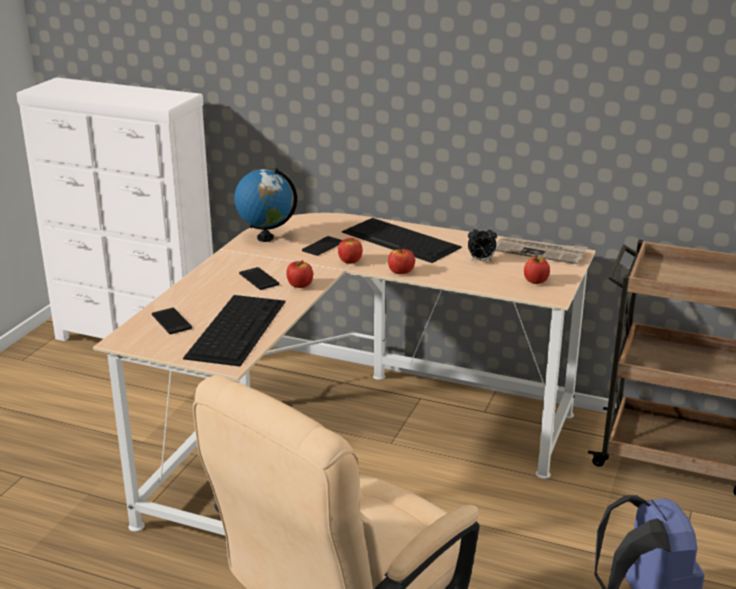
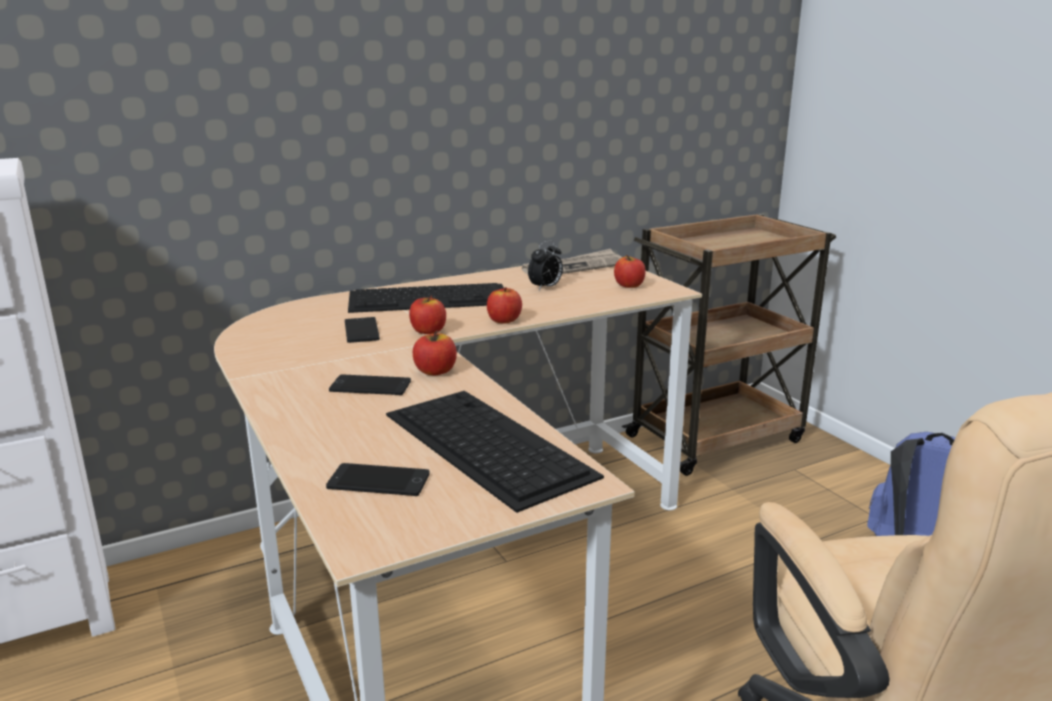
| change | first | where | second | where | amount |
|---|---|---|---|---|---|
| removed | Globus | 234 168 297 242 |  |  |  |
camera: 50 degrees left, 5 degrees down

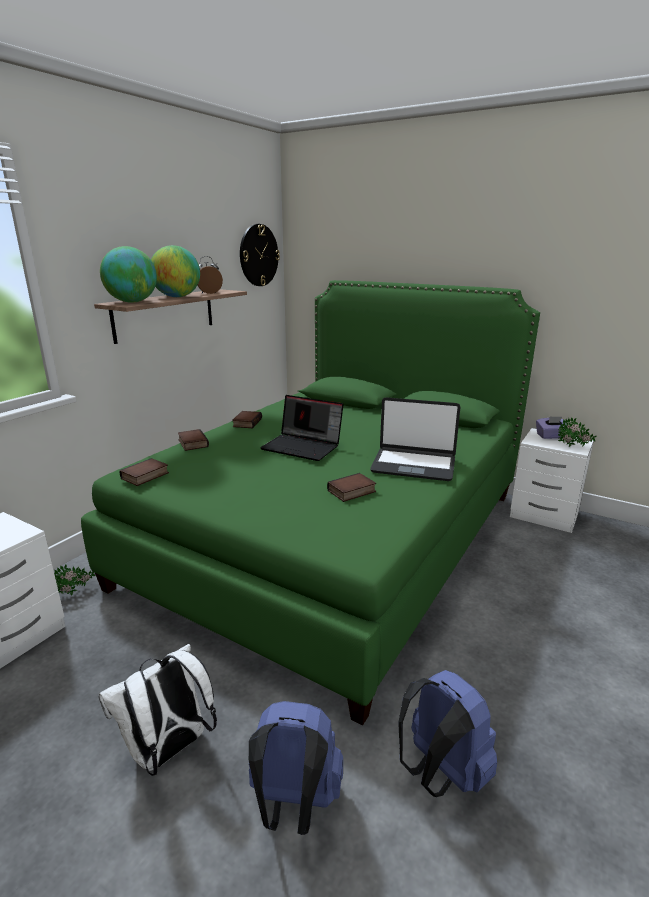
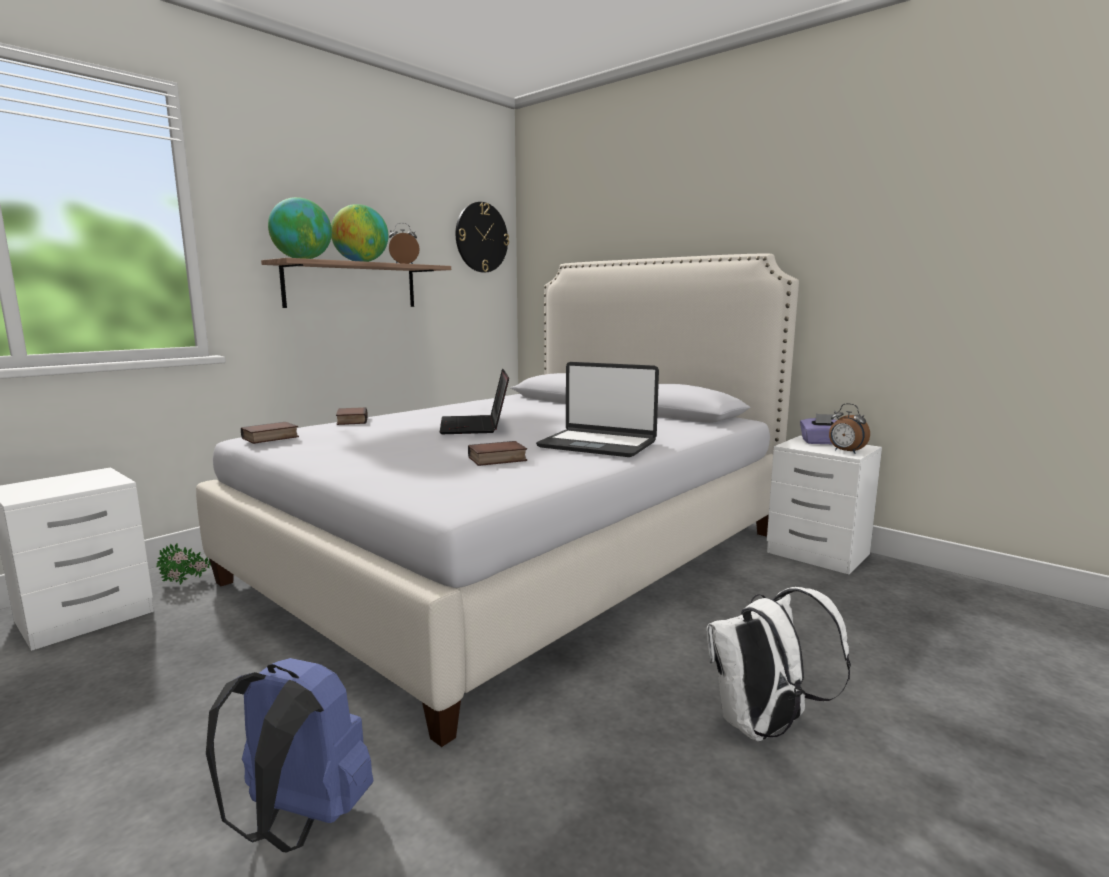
| change | first | where | second | where | amount |
|---|---|---|---|---|---|
| recoloured | Bett/grün | 81 280 540 726 | Bett/weiß | 196 253 799 747 |  |
| turned | Laptop | 260 395 343 461 |  | 440 368 509 434 | 45 degrees clockwise |
| moved | Rucksack/weiß | 98 644 217 776 |  | 707 587 851 741 |  |
| replaced | Topfpflanze | 558 417 596 447 | Wecker | 829 403 870 454 |  |
| removed | Buch | 232 411 262 428 |  |  |  |
| removed | Rucksack/blau | 398 670 497 797 |  |  |  |
camera: 10 degrees right, 10 degrees down

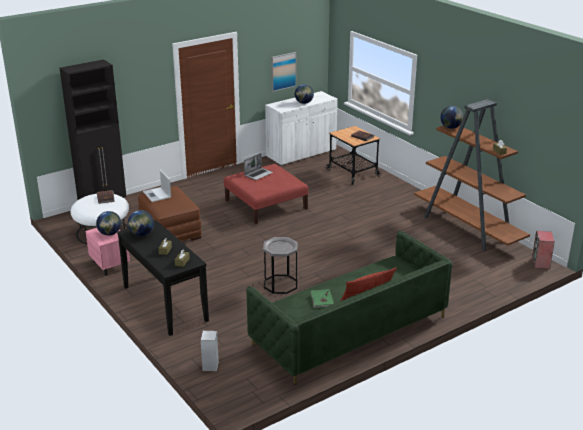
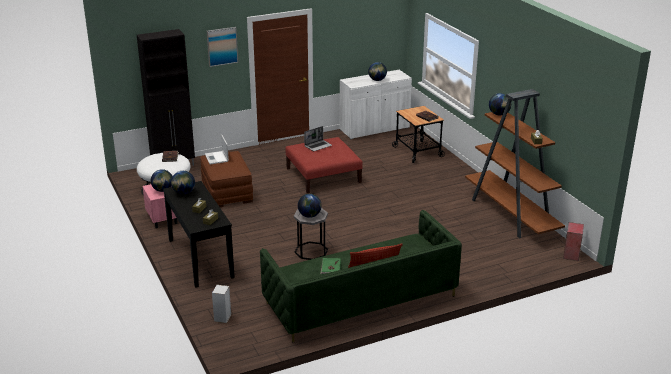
| change | first | where | second | where | amount |
|---|---|---|---|---|---|
| moved | Bild | 271 52 296 92 |  | 207 27 238 67 |  |
| added |  |  | Globus | 298 194 322 218 |  |
camera: 10 degrees right, 0 degrees up

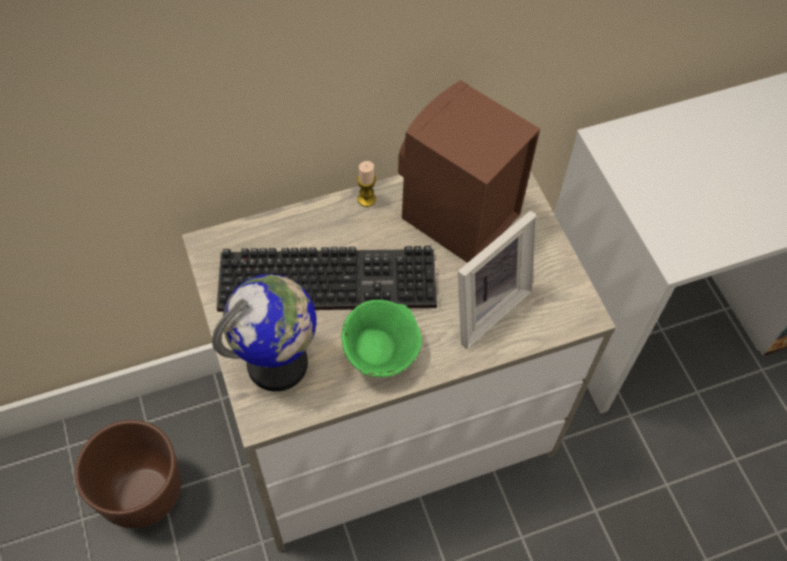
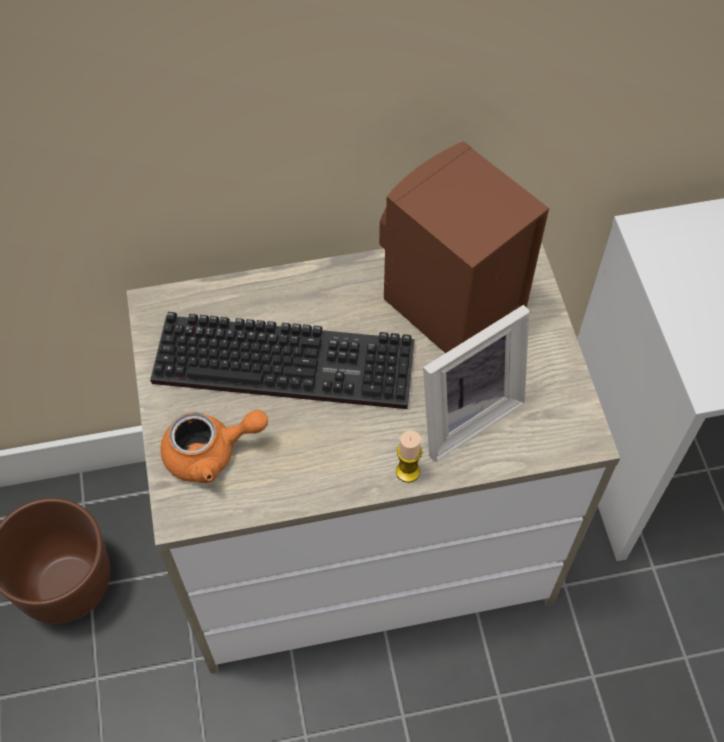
| change | first | where | second | where | amount |
|---|---|---|---|---|---|
| replaced | Globus | 212 274 317 392 | Teekanne/orange | 160 410 268 483 |  |
| moved | Kerze | 357 161 376 207 |  | 396 431 422 483 |  |
| removed | Schüssel/grün | 341 300 422 377 |  |  |  |
camera: 10 degrees right, 0 degrees up

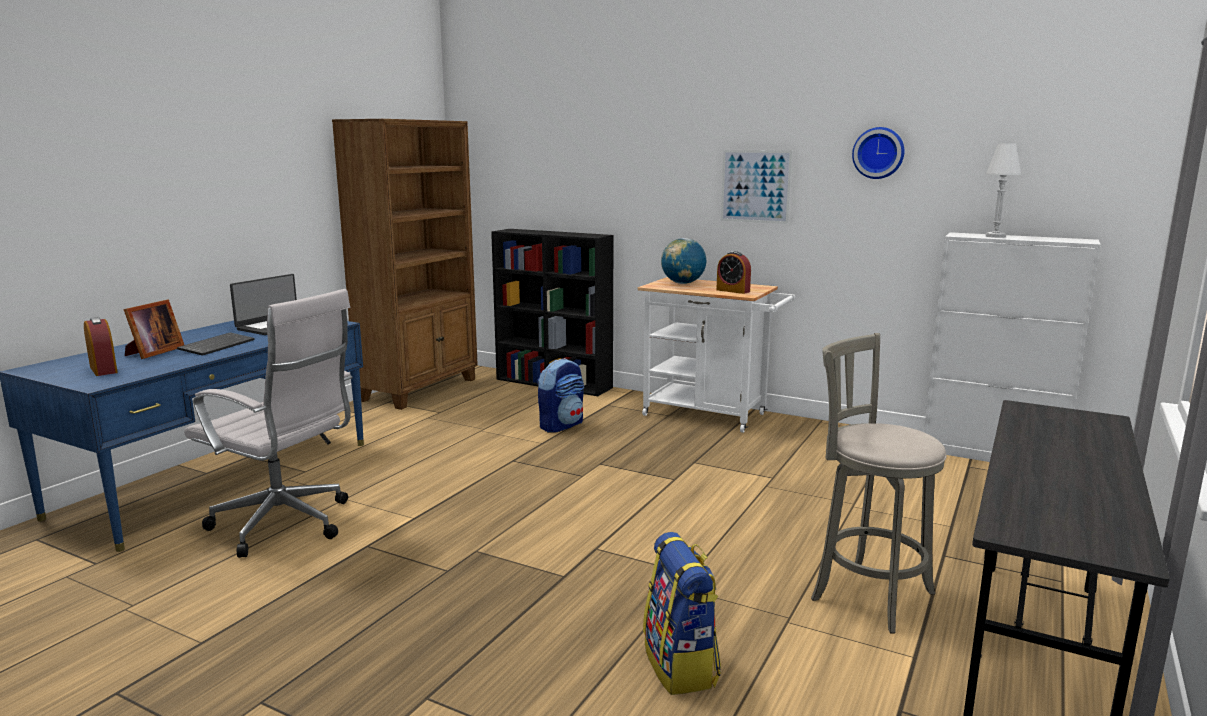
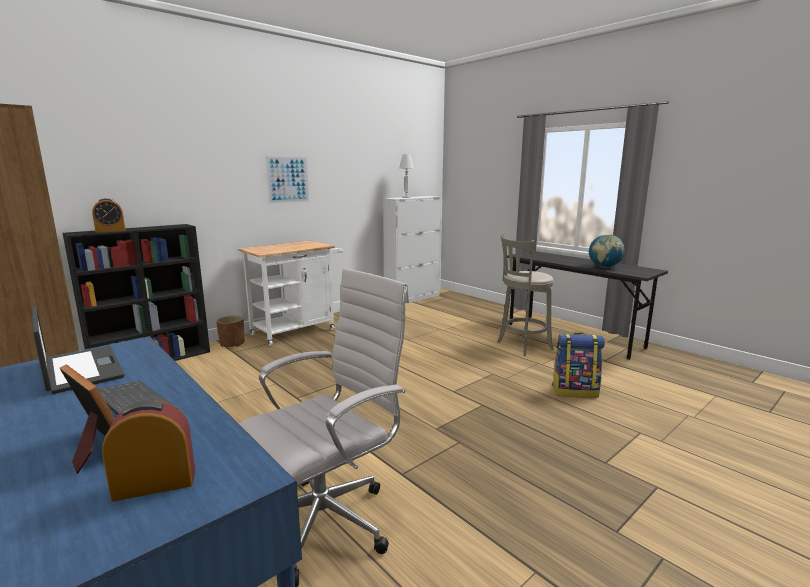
| change | first | where | second | where | amount |
|---|---|---|---|---|---|
| moved | Wecker | 716 251 751 294 |  | 92 198 126 232 |  |
| added |  |  | Pflanzkübel/braun | 216 315 245 347 |  |
| moved | Globus | 661 238 707 284 |  | 589 234 625 268 |  |
| removed | Rucksack | 537 358 584 433 |  |  |  |
| removed | Wanduhr | 852 127 904 179 |  |  |  |
camera: 70 degrees left, 0 degrees up

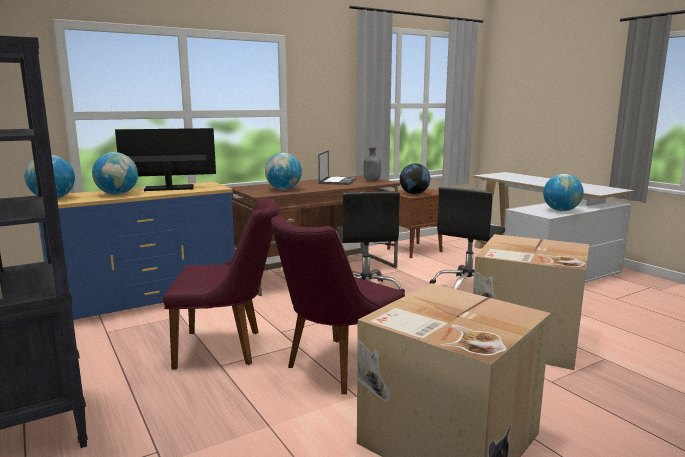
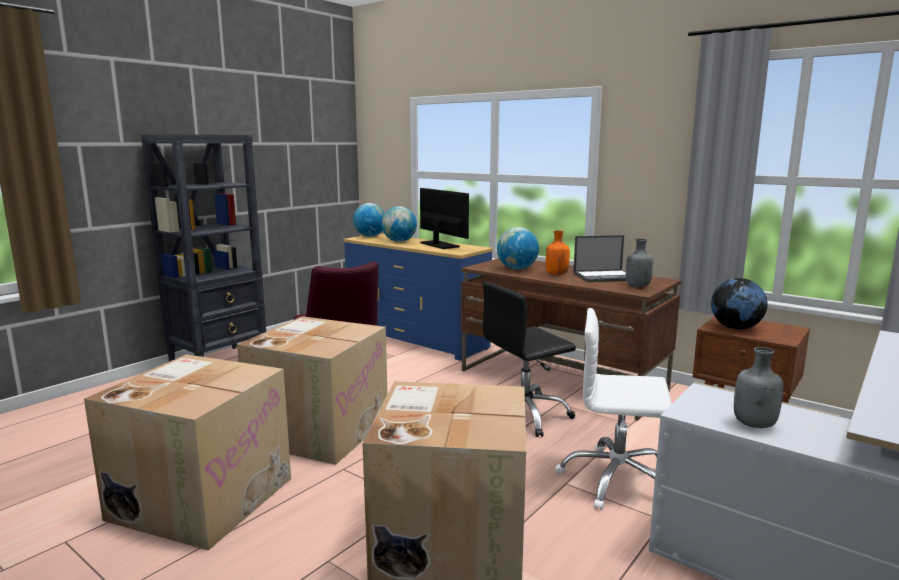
| change | first | where | second | where | amount |
|---|---|---|---|---|---|
| replaced | Stuhl/lila | 271 216 405 394 | Karton | 237 316 387 465 |  |
| added |  |  | Flasche/orange | 546 230 570 275 |  |
| recoloured | Bürostuhl/schwarz | 429 187 505 290 | Bürostuhl/weiß | 555 308 672 510 |  |
| replaced | Globus | 543 174 583 211 | Flasche/grau | 734 347 783 428 |  |
camera: 70 degrees right, 0 degrees up

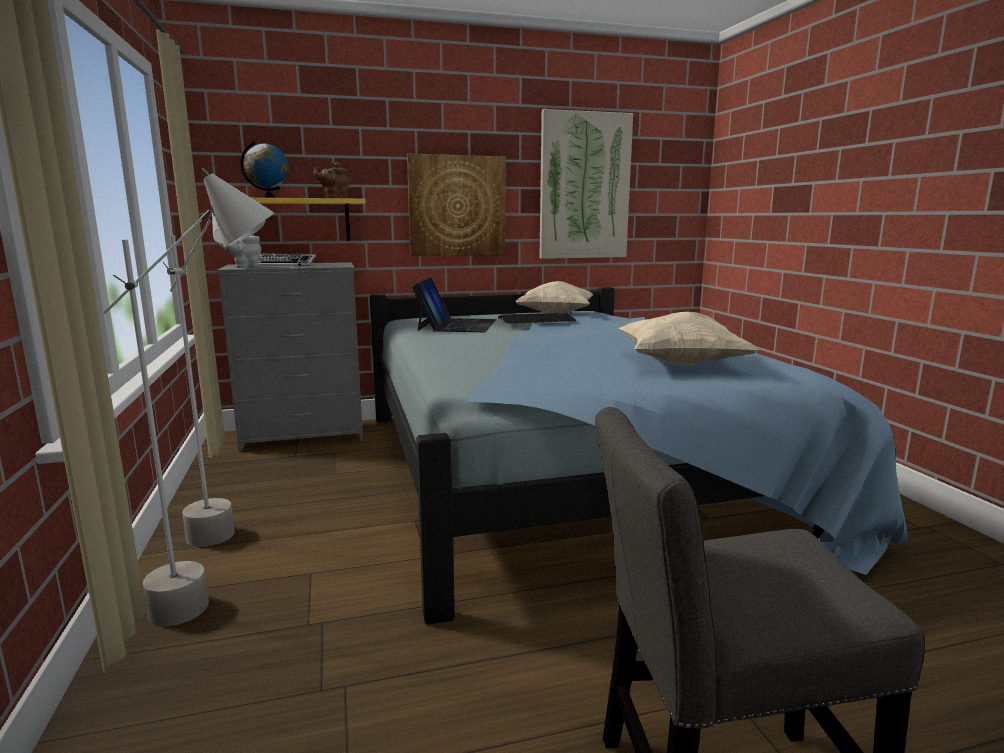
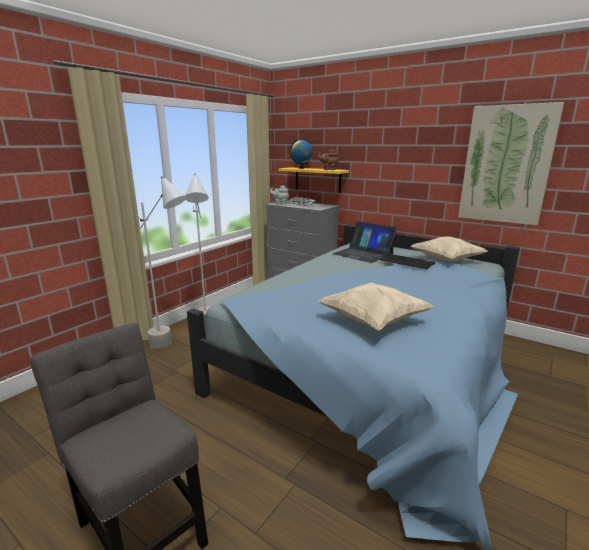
| change | first | where | second | where | amount |
|---|---|---|---|---|---|
| turned | Laptop | 412 278 496 332 |  | 333 221 397 263 | 75 degrees clockwise |
| removed | Bild | 407 153 506 256 |  |  |  |
camera: 50 degrees right, 5 degrees up

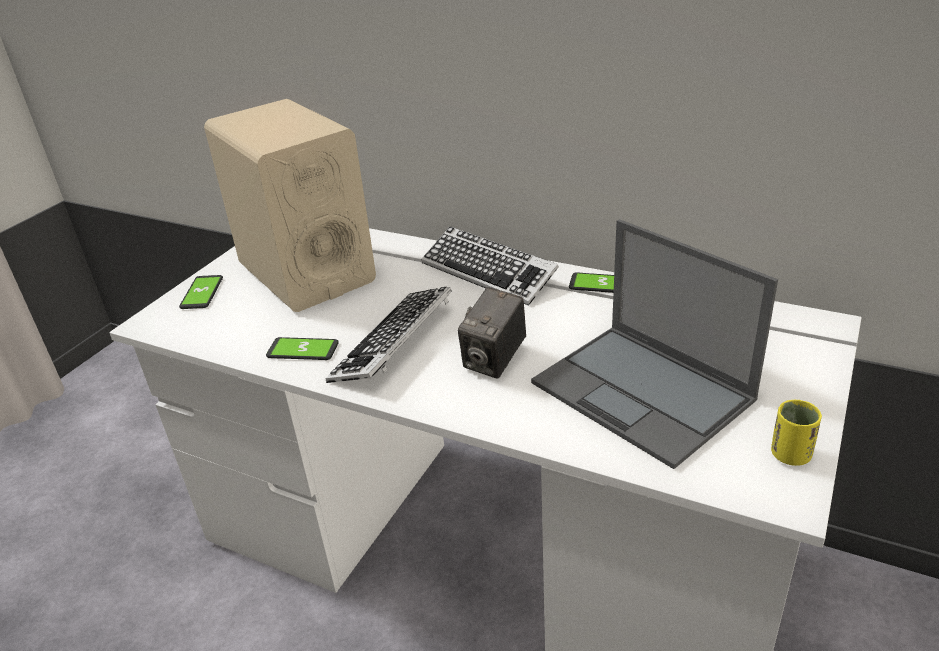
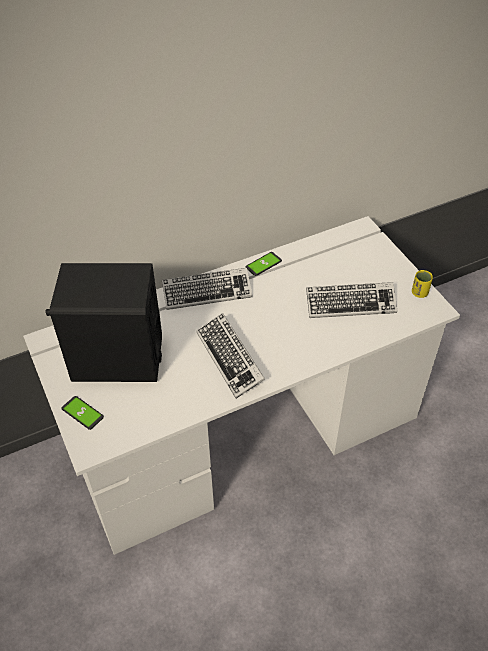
| change | first | where | second | where | amount |
|---|---|---|---|---|---|
| recoloured | Lautsprecher/beige | 204 99 376 312 | Lautsprecher/schwarz | 45 263 162 382 |  |
| replaced | Laptop | 531 219 778 469 | Tastatur | 306 282 397 318 |  |
| removed | Handy | 266 337 339 360 |  |  |  |
| removed | Kamera | 458 287 526 379 |  |  |  |
camera: 55 degrees left, 15 degrees up

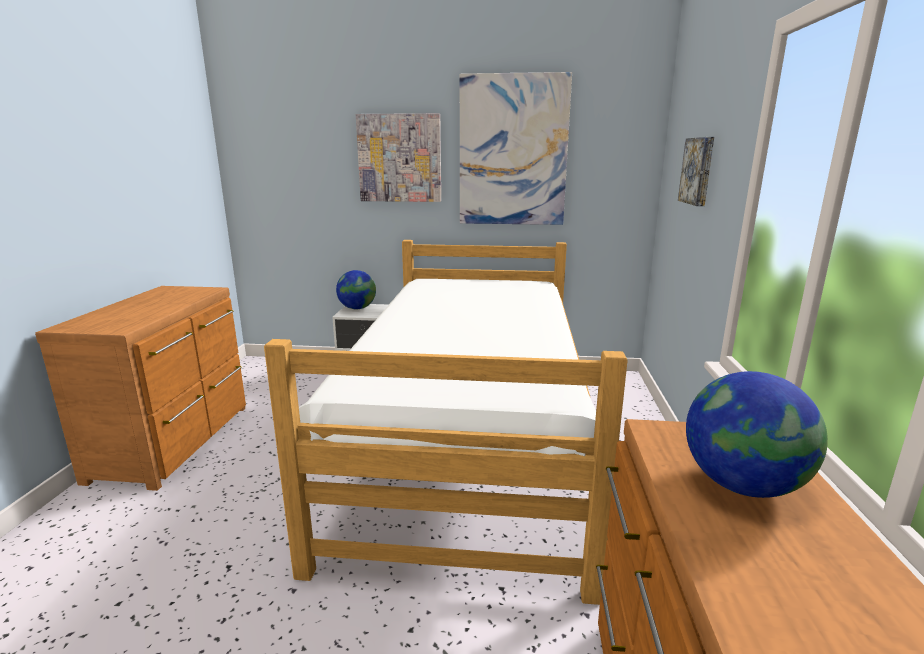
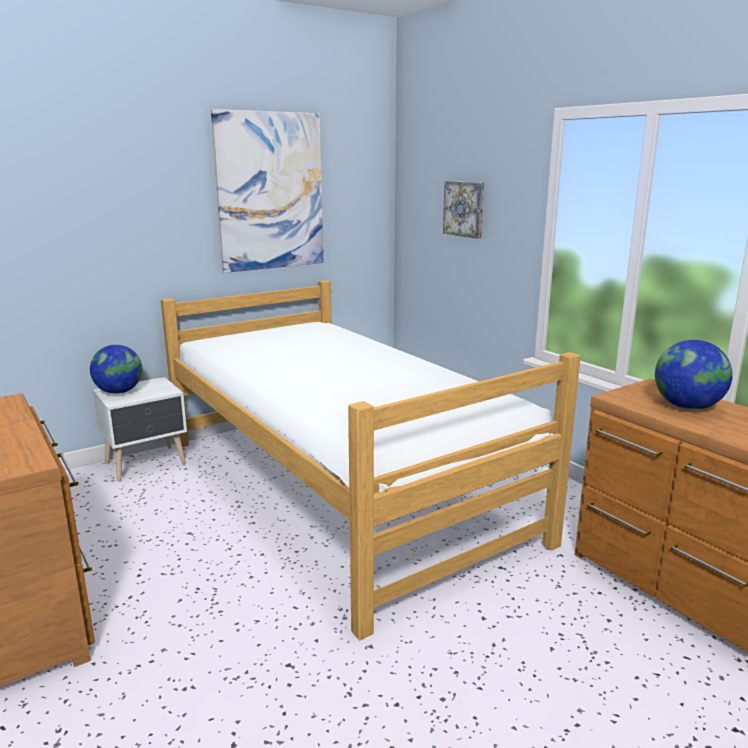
| change | first | where | second | where | amount |
|---|---|---|---|---|---|
| removed | Bild | 356 113 441 202 |  |  |  |
camera: 40 degrees left, 0 degrees up

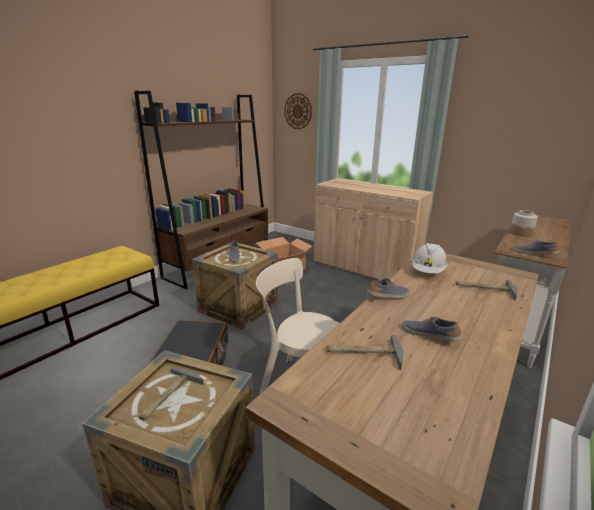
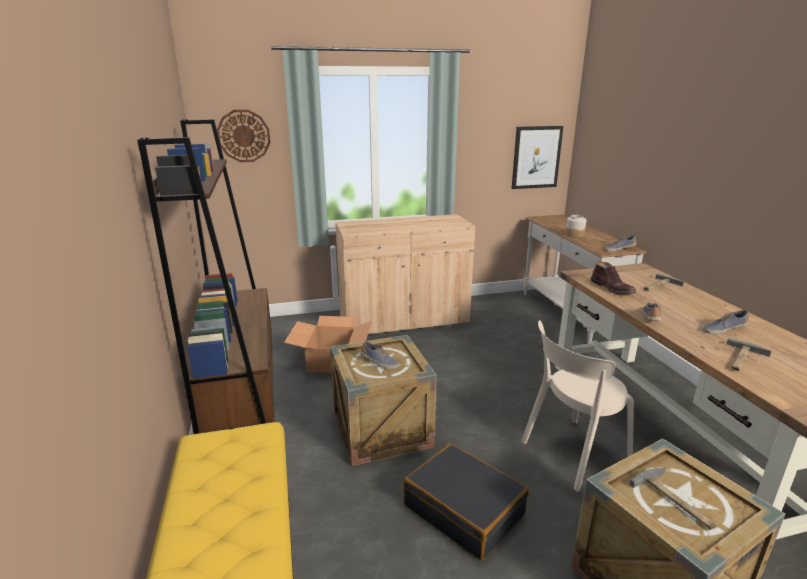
| change | first | where | second | where | amount |
|---|---|---|---|---|---|
| added |  |  | Bild | 512 126 563 189 |  |
| replaced | Schutzhelm/weiß | 412 243 447 273 | Stiefel/braun | 591 261 637 294 |  |
camera: 50 degrees left, 0 degrees up

